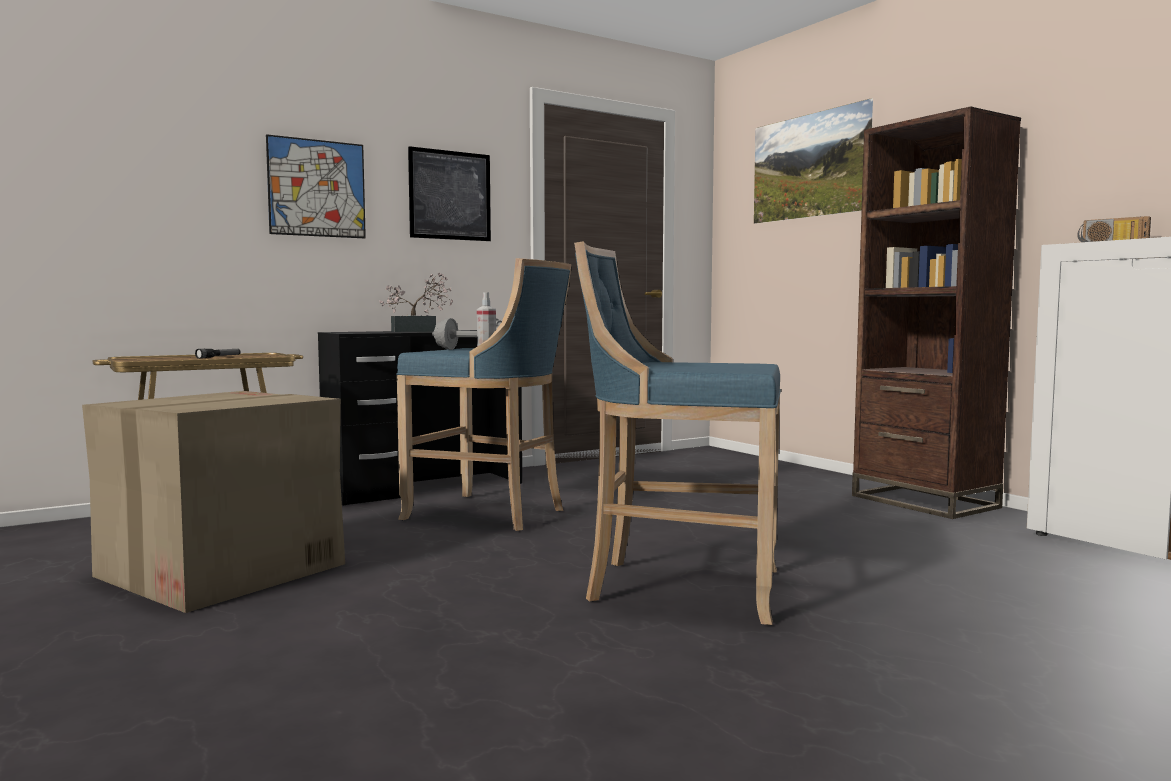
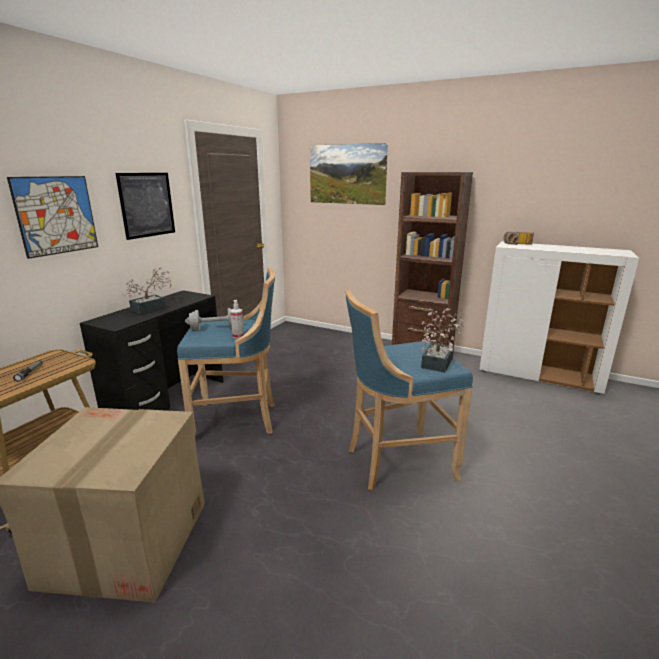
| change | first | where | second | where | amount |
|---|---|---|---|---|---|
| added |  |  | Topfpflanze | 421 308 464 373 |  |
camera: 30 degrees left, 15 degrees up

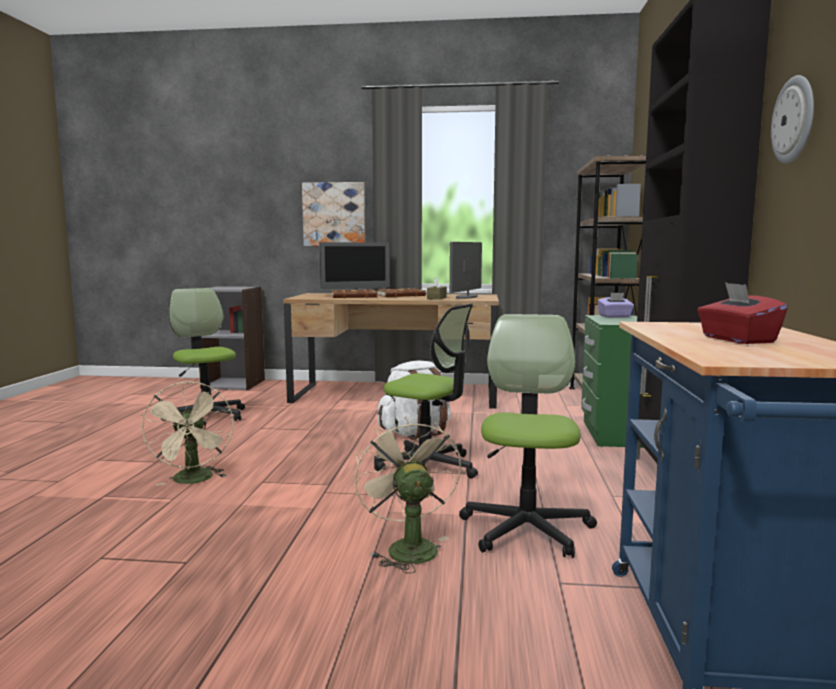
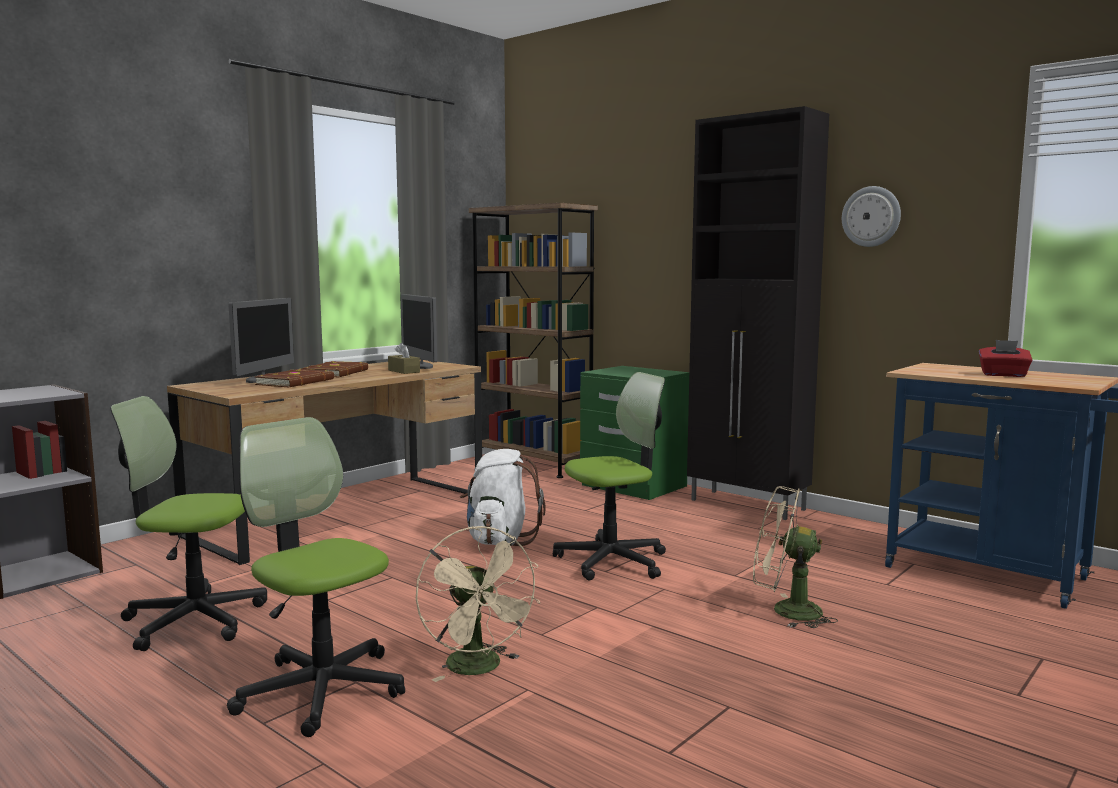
| change | first | where | second | where | amount |
|---|---|---|---|---|---|
| moved | Bürostuhl | 459 314 597 558 |  | 227 417 405 737 |  |
| turned | Ventilator/beige | 142 382 233 486 |  | 416 526 540 682 | 45 degrees clockwise |
| removed | Bild | 302 182 365 246 |  |  |  |
| removed | Taschentuchbox/lila | 597 293 634 317 |  |  |  |
camera: 55 degrees left, 0 degrees up

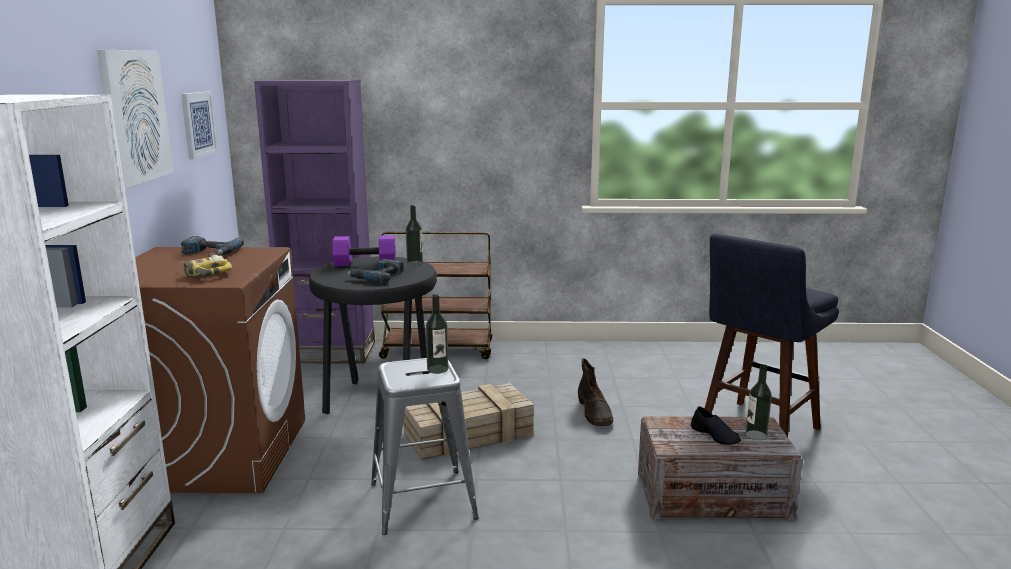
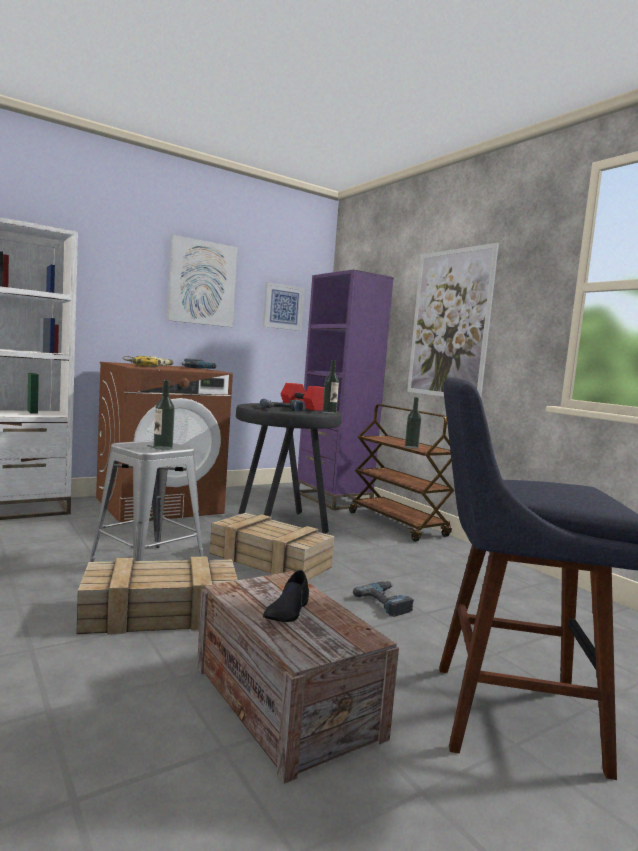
| change | first | where | second | where | amount |
|---|---|---|---|---|---|
| added |  |  | Kiste | 76 557 238 634 |  |
| recoloured | Hantel/lila | 332 235 396 267 | Hantel/rot | 281 383 324 411 |  |
| replaced | Stiefel/braun | 578 358 614 426 | Bohrmaschine | 353 581 414 617 |  |
| moved | Flasche | 746 364 772 440 |  | 405 397 421 449 |  |
| added |  |  | Bild | 407 243 499 397 |  |
camera: 55 degrees right, 10 degrees down

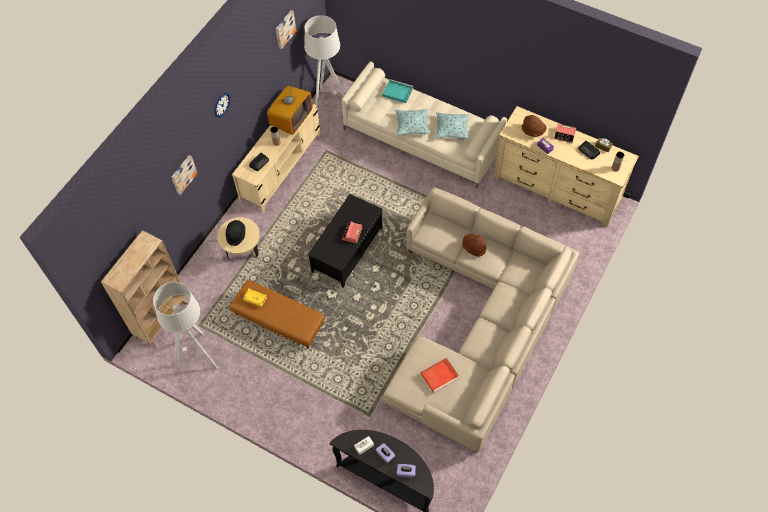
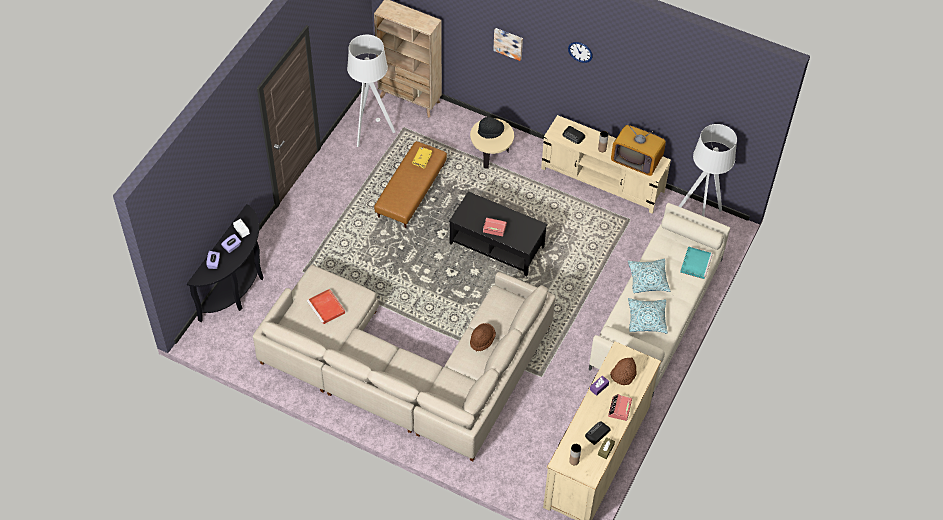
| change | first | where | second | where | amount |
|---|---|---|---|---|---|
| removed | Bild | 276 10 296 50 |  |  |  |
camera: 85 degrees right, 5 degrees down

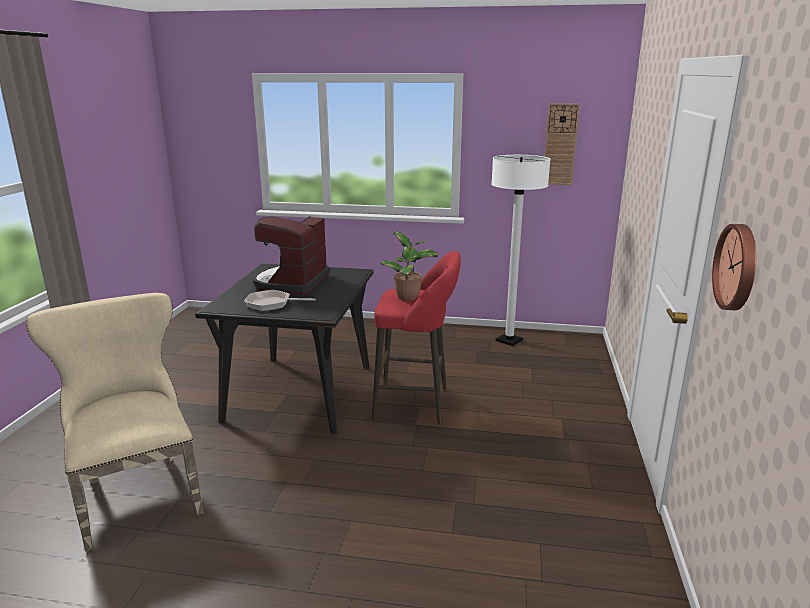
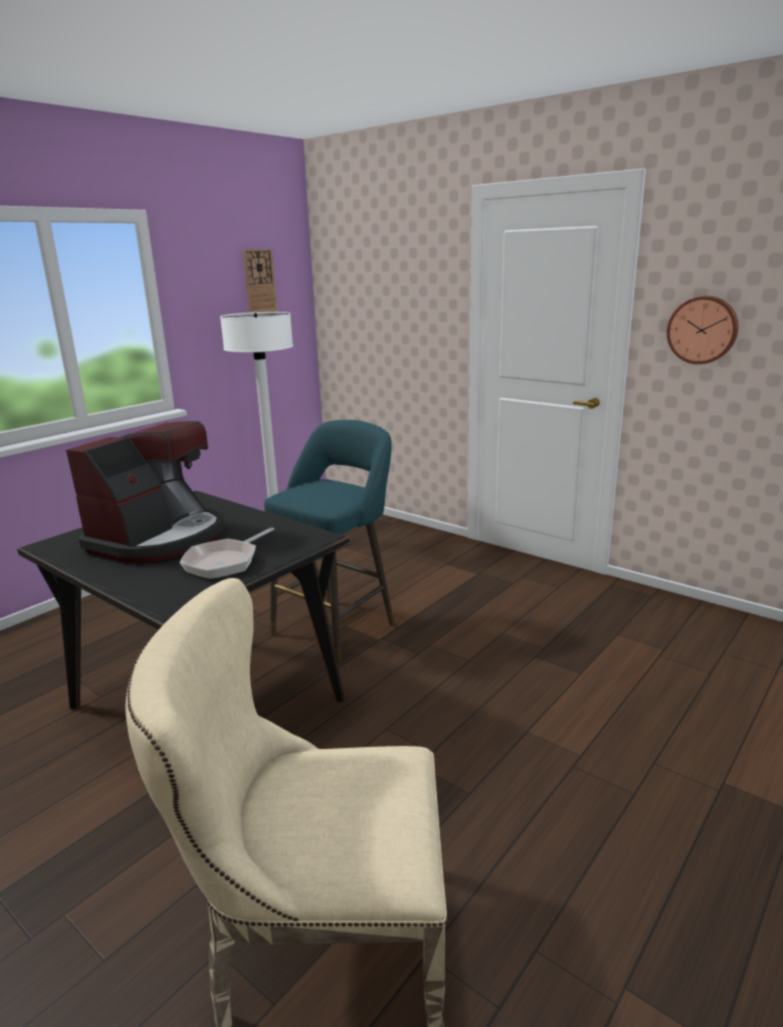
| change | first | where | second | where | amount |
|---|---|---|---|---|---|
| turned | Kaffeemaschine | 252 216 330 295 |  | 66 421 224 563 | 105 degrees counterclockwise |
| recoloured | Hocker/rot | 372 251 461 424 | Hocker/türkis | 264 420 394 663 |  |
| removed | Topfpflanze | 381 231 439 301 |  |  |  |
camera: 60 degrees left, 0 degrees up

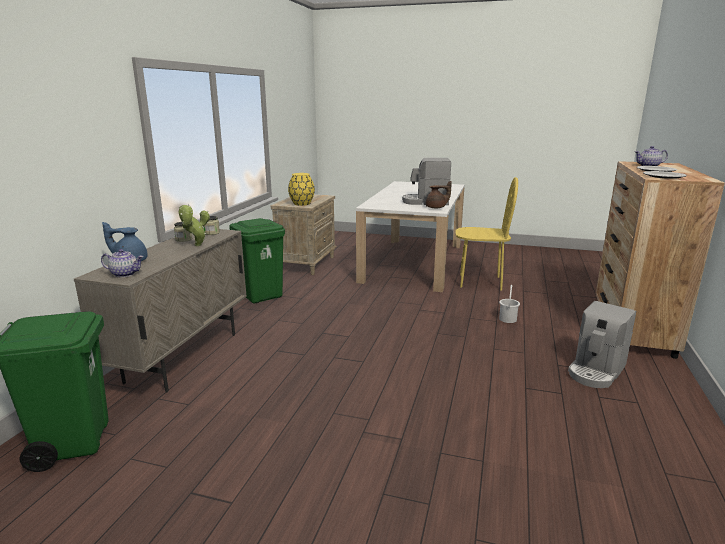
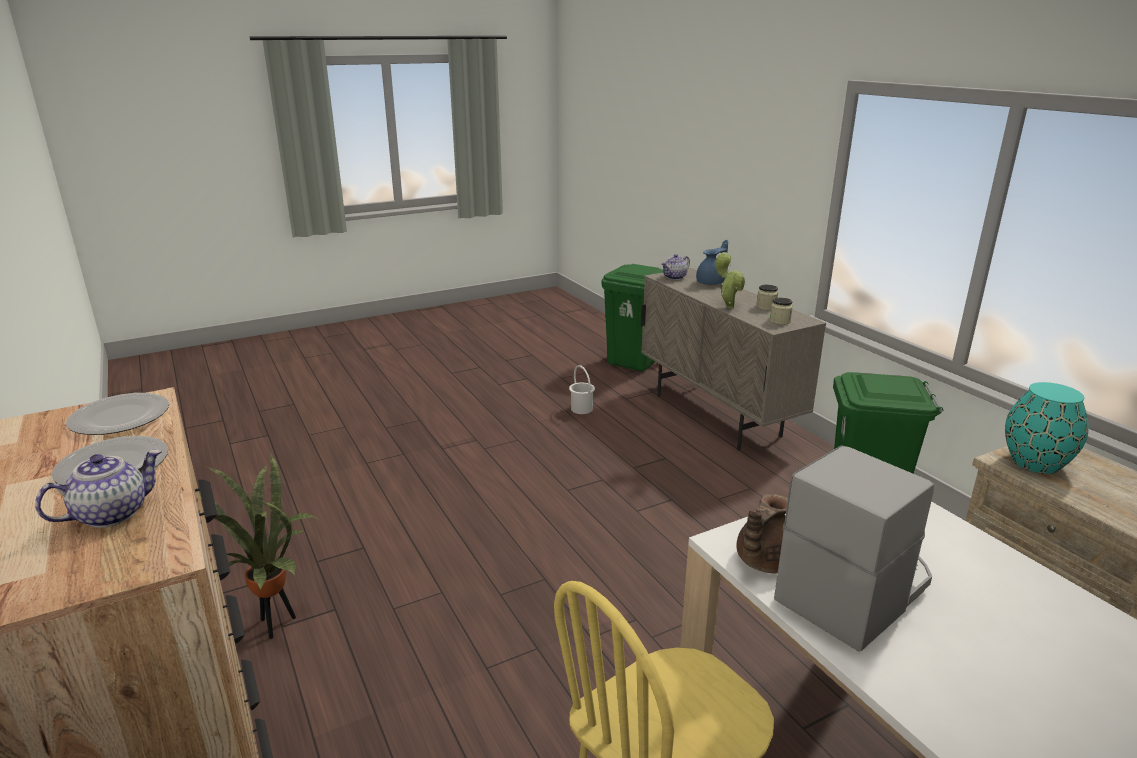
| change | first | where | second | where | amount |
|---|---|---|---|---|---|
| replaced | Kaffeemaschine | 568 301 636 388 | Topfpflanze | 199 452 318 639 |  |
| moved | Eimer/weiß | 499 285 520 323 |  | 569 365 595 414 |  |
| recoloured | Vase/gelb | 288 173 315 206 | Vase/türkis | 1005 382 1089 474 |  |
camera: 135 degrees right, 5 degrees up

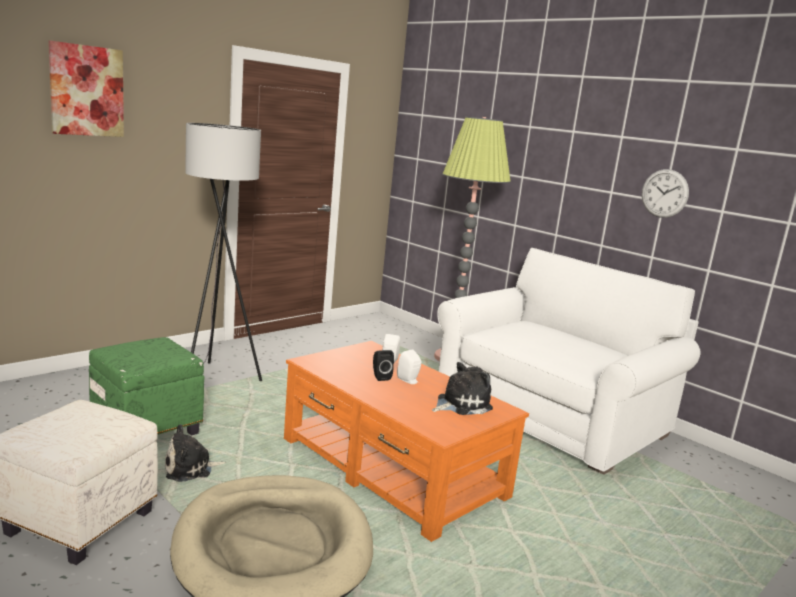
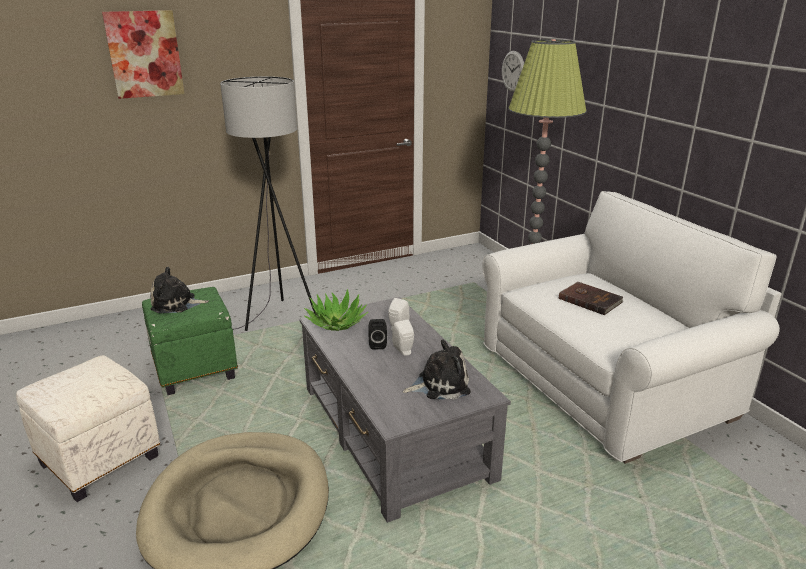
| change | first | where | second | where | amount |
|---|---|---|---|---|---|
| moved | Plüschtier | 165 424 226 482 |  | 151 266 209 313 |  |
| recoloured | Couchtisch/orange | 284 341 529 542 | Couchtisch/grau | 299 297 511 523 |  |
| added |  |  | Topfpflanze | 304 289 368 331 |  |
| moved | Wanduhr | 642 169 689 218 |  | 502 51 524 92 |  |
| added |  |  | Buch/braun | 559 282 623 315 |  |
camera: 20 degrees right, 10 degrees up

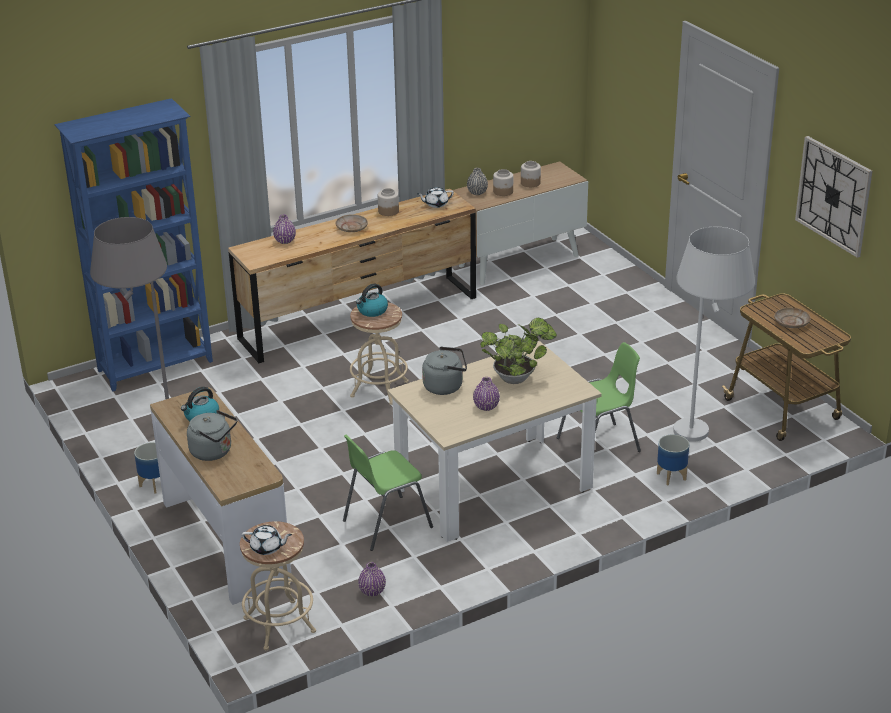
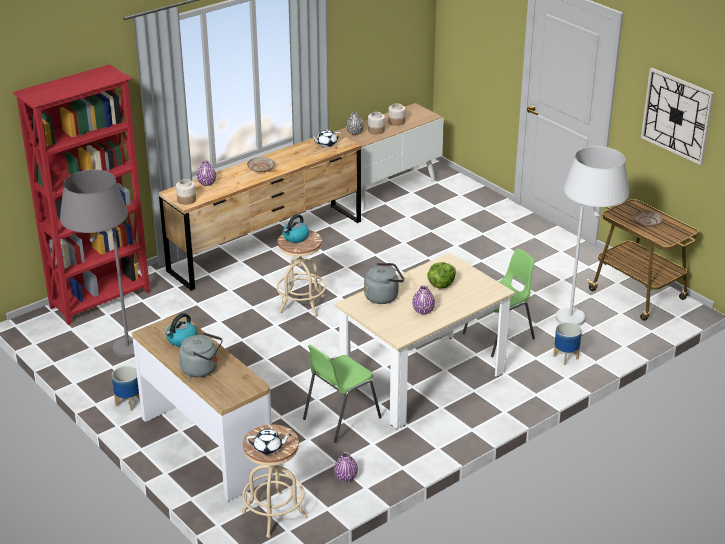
| change | first | where | second | where | amount |
|---|---|---|---|---|---|
| recoloured | Bücherregal/blau | 54 98 213 392 | Bücherregal/rot | 12 64 150 325 |  |
| moved | Vorratsglas | 378 188 399 216 |  | 176 179 196 205 |  |
| replaced | Topfpflanze | 480 318 557 384 | Salatkopf | 427 262 456 289 |  |
camera: 10 degrees left, 0 degrees up

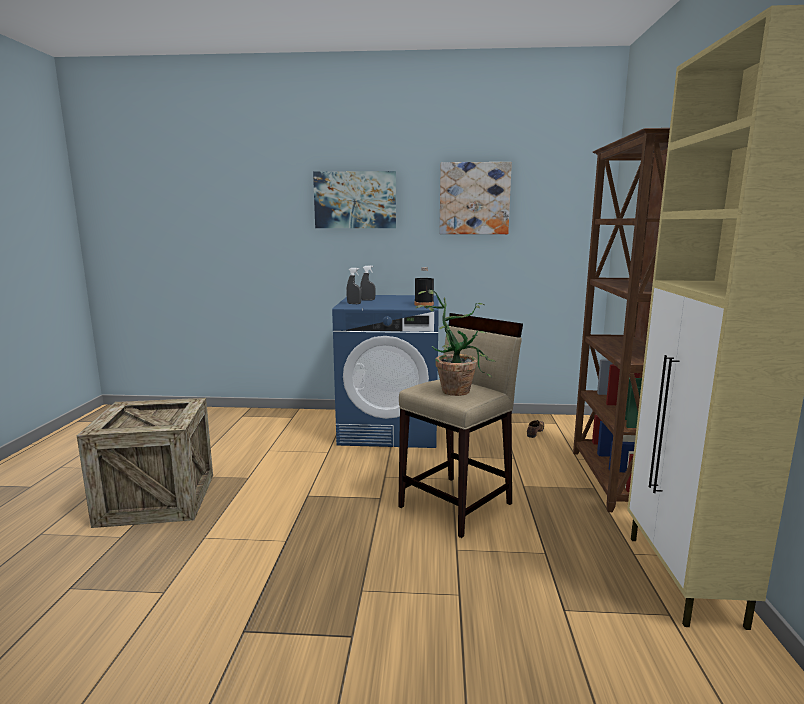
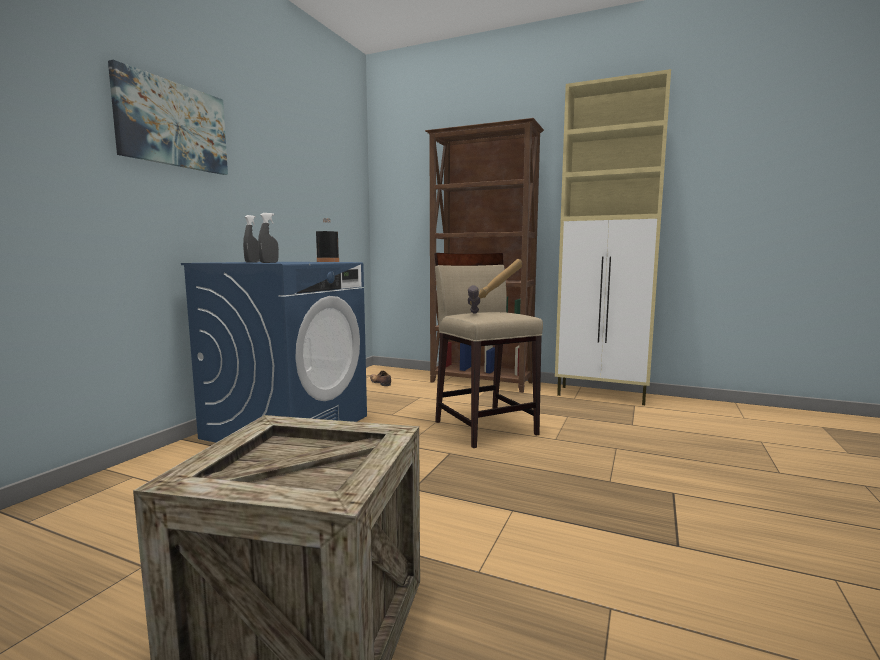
| change | first | where | second | where | amount |
|---|---|---|---|---|---|
| replaced | Topfpflanze | 416 289 496 396 | Hammer | 468 259 522 314 |  |
| removed | Bild | 439 162 512 234 |  |  |  |
camera: 70 degrees left, 5 degrees down

